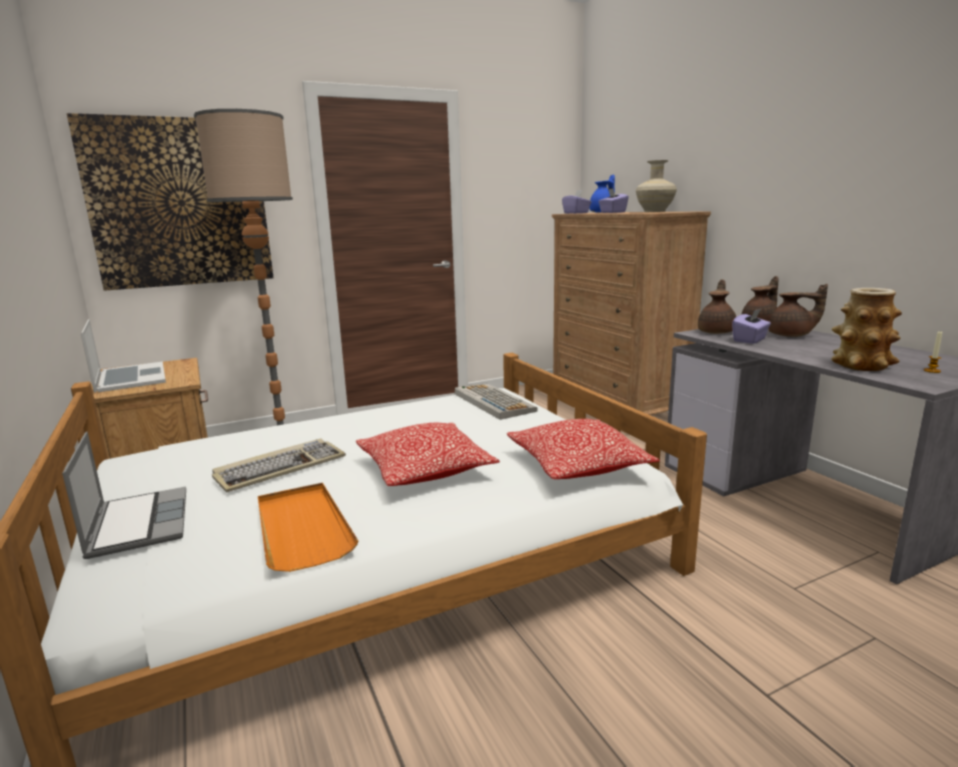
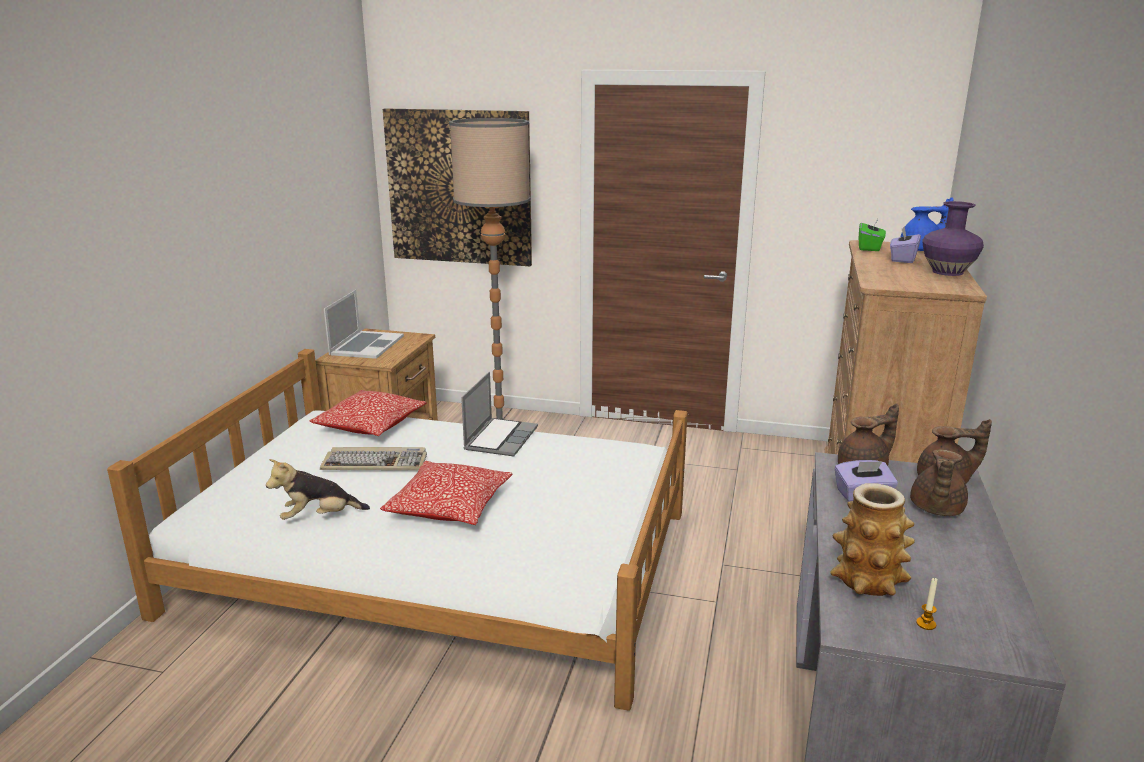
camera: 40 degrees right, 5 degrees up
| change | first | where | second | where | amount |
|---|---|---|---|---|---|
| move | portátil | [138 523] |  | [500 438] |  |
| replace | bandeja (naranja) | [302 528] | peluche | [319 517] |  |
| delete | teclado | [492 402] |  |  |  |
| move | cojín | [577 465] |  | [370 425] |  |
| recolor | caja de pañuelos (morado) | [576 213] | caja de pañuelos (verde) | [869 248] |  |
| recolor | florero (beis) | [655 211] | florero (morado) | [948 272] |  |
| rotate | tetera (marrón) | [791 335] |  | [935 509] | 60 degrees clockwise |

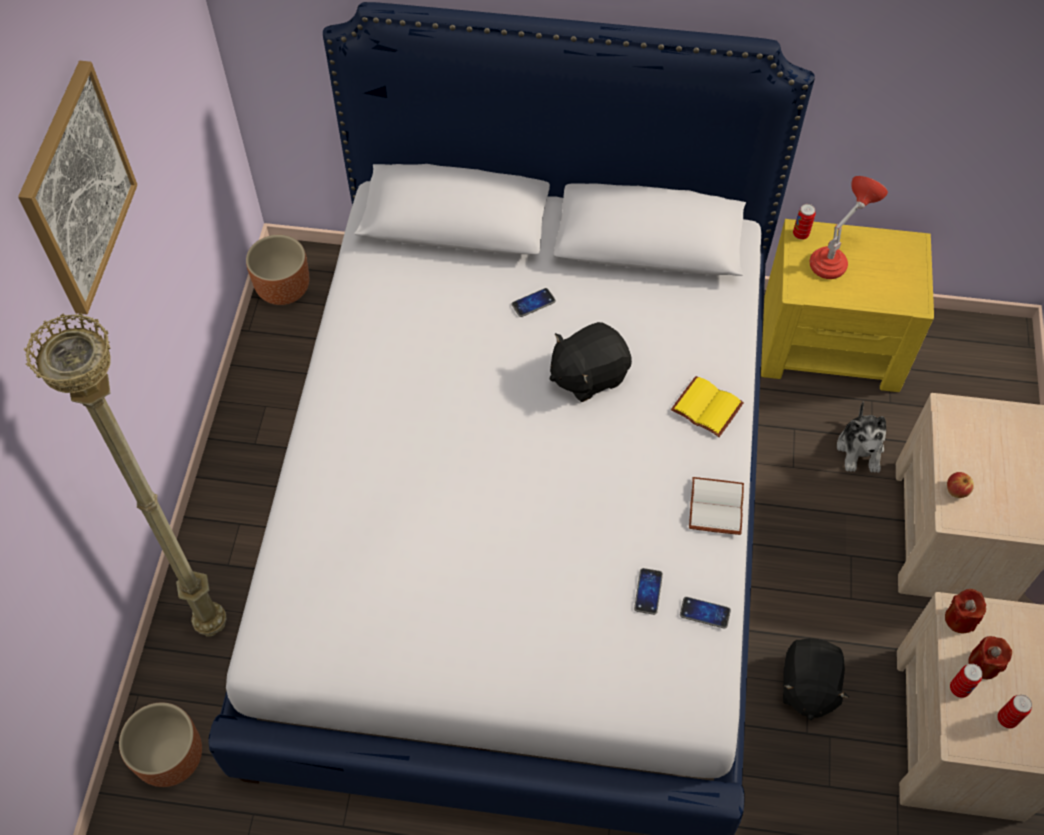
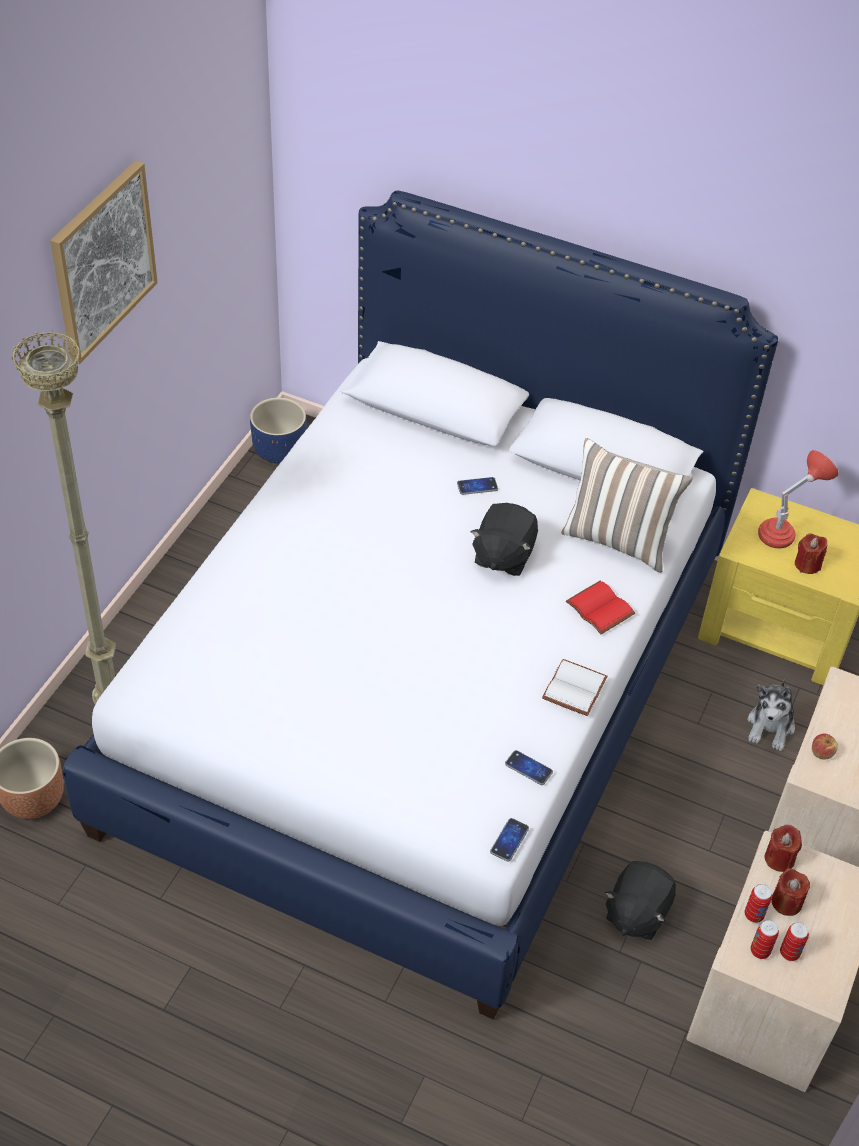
camera: 15 degrees right, 10 degrees down
| change | first | where | second | where | amount |
|---|---|---|---|---|---|
| recolor | maceta (marrón) | [284 288] | maceta (azul) | [280 451] |  |
| rotate | peluche (negro) | [588 375] |  | [502 555] | 60 degrees counterclockwise |
| move | móvil | [648 591] |  | [509 840] |  |
| recolor | libro (amarillo) | [705 408] | libro (rojo) | [598 609] |  |
| move | lata | [800 234] |  | [760 951] |  |
| insert |  |  | cojín | [618 540] |  |
| insert |  |  | vela (rojo) | [807 564] |  |

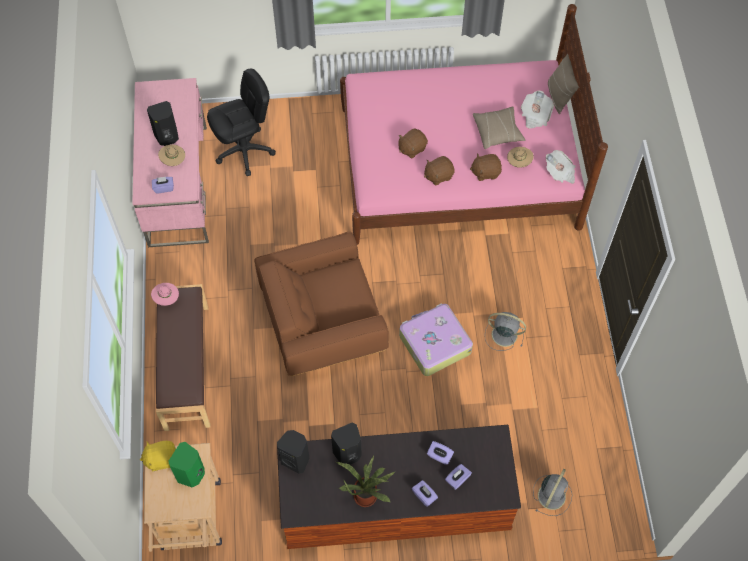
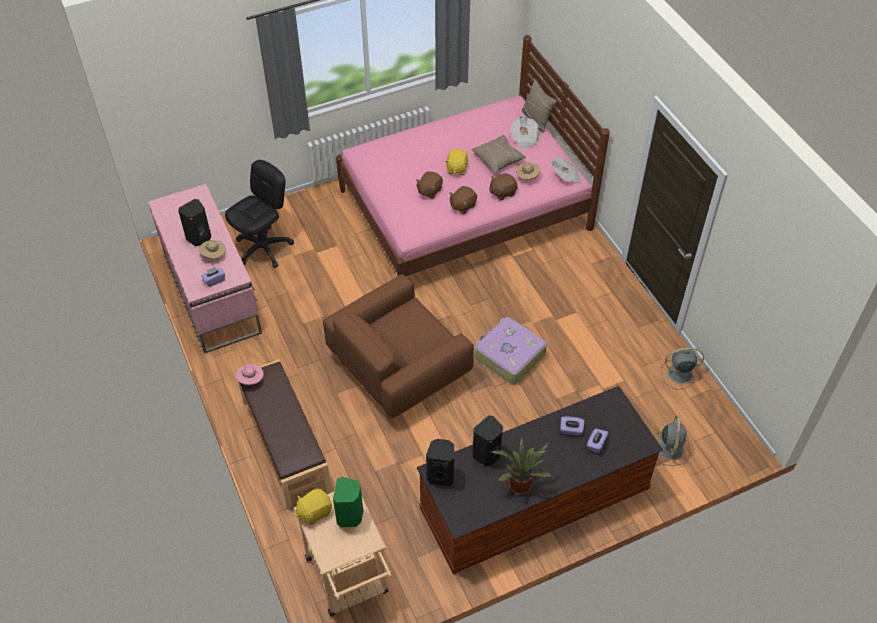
camera: 20 degrees left, 10 degrees down
| change | first | where | second | where | amount |
|---|---|---|---|---|---|
| delete | caja de pañuelos (morado) | [424 496] |  |  |  |
| move | ventilador (gris) | [503 334] |  | [678 374] |  |
| insert |  |  | peluche (amarillo) | [456 168] |  |

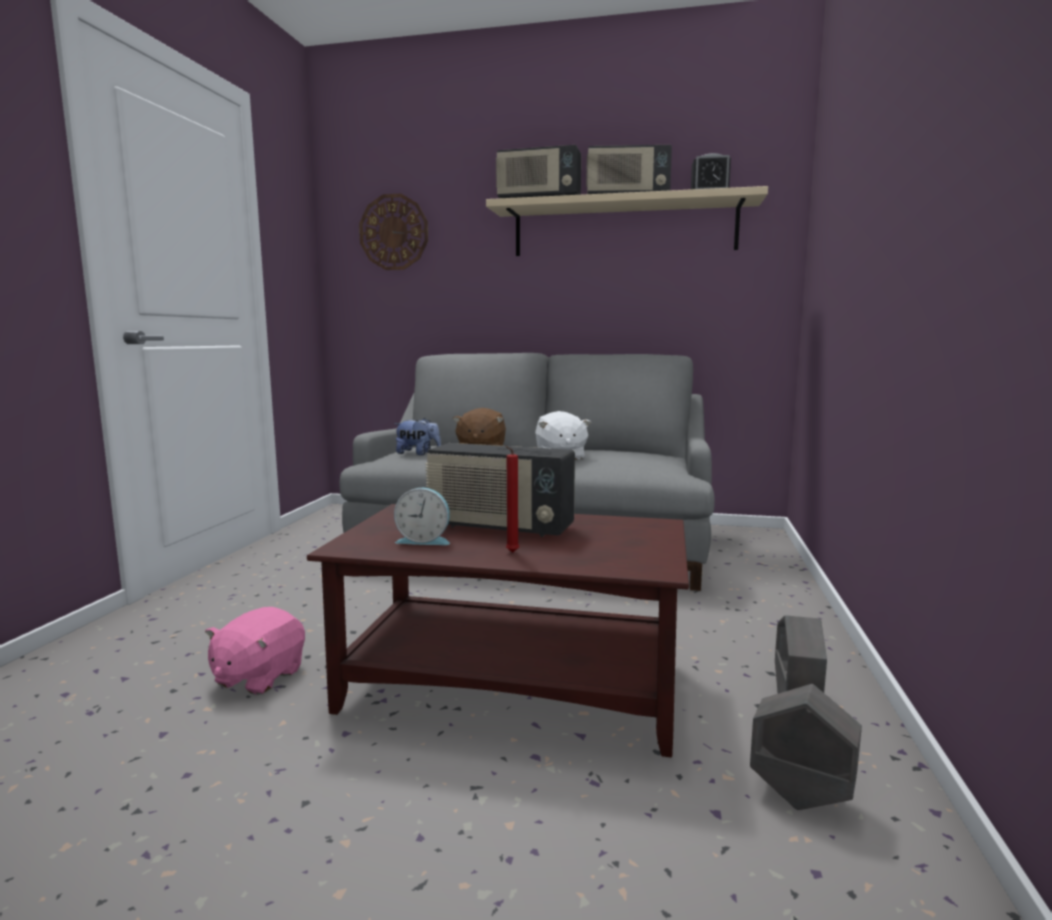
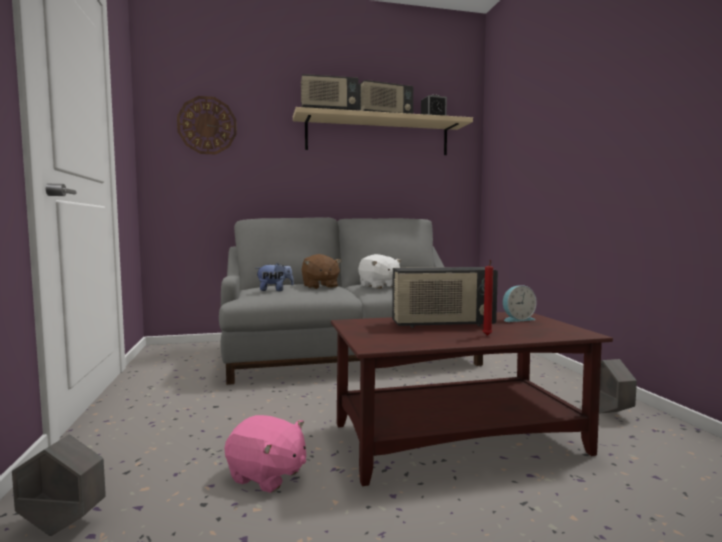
camera: 25 degrees left, 5 degrees down
| change | first | where | second | where | amount |
|---|---|---|---|---|---|
| rotate | peluche (rosa) | [258 677] |  | [267 476] | 60 degrees counterclockwise |
| move | despertador | [424 540] |  | [517 319] |  |
| move | maceta (gris) | [800 797] |  | [62 525] |  |

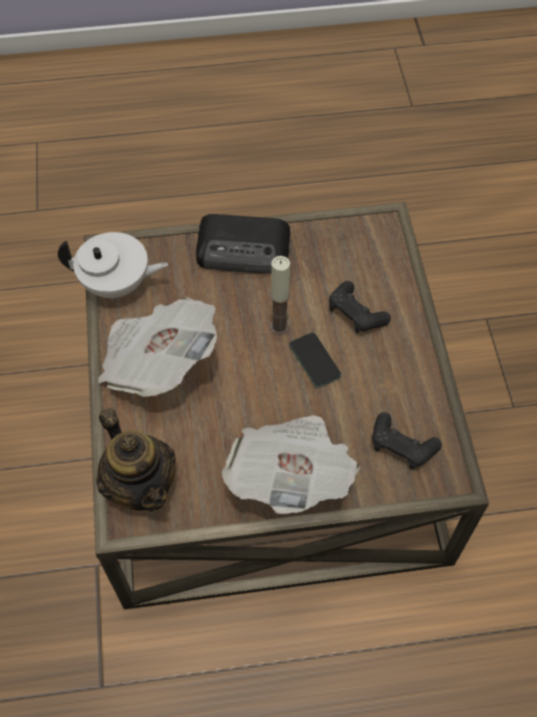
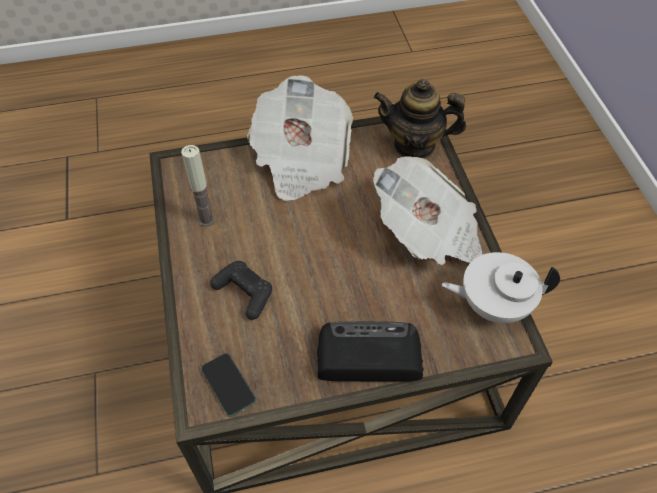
camera: 175 degrees right, 5 degrees down
| change | first | where | second | where | amount |
|---|---|---|---|---|---|
| rotate | tetera | [141 485] |  | [414 145] | 45 degrees counterclockwise |
| move | vela | [279 327] |  | [206 219] |  |
| move | móvil | [315 360] |  | [228 385] |  |
| delete | mando de consola (negro) | [402 446] |  |  |  |

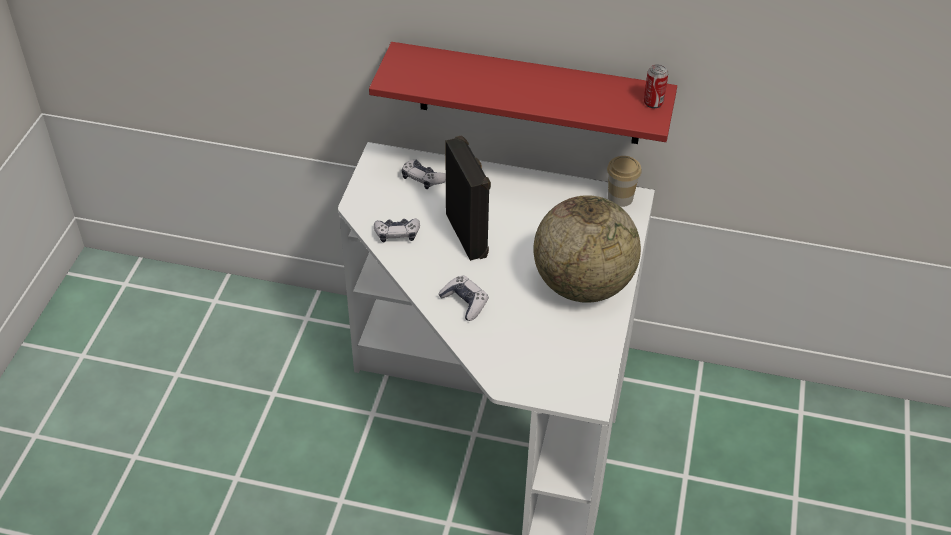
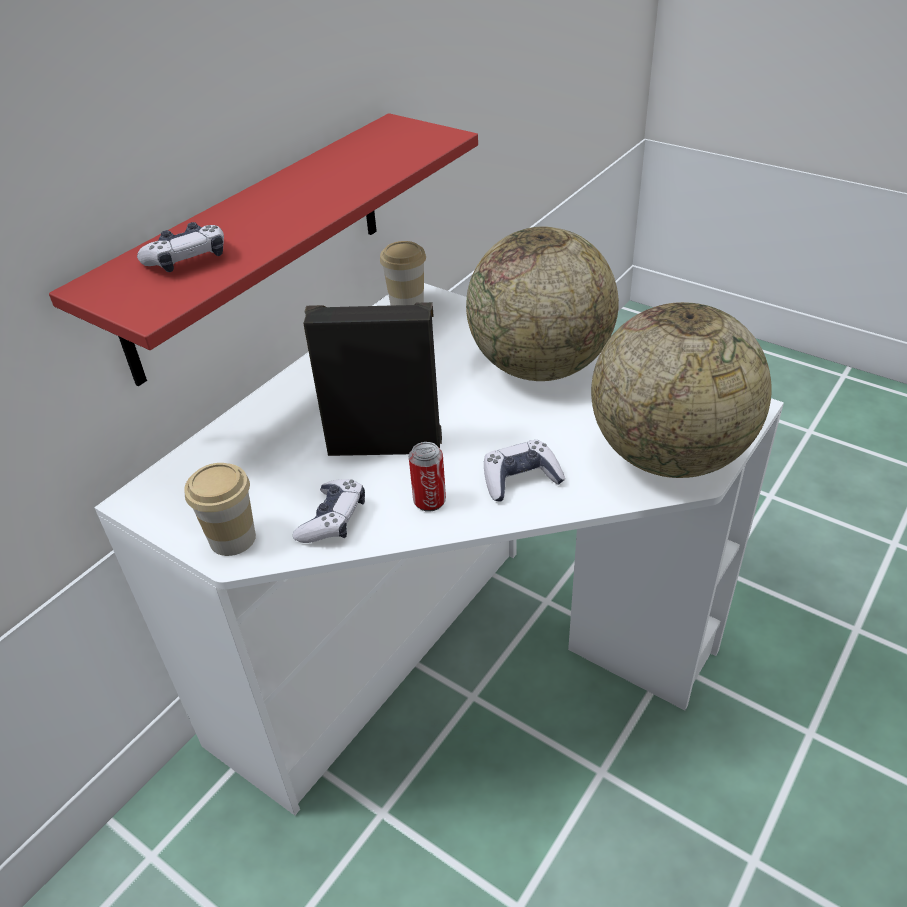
camera: 65 degrees left, 5 degrees down
| change | first | where | second | where | amount |
|---|---|---|---|---|---|
| move | mando de consola | [423 179] |  | [187 260] |  |
| move | lata | [653 102] |  | [429 501] |  |
| insert |  |  | taza | [232 538] |  |
| insert |  |  | globo terráqueo | [668 455] |  |

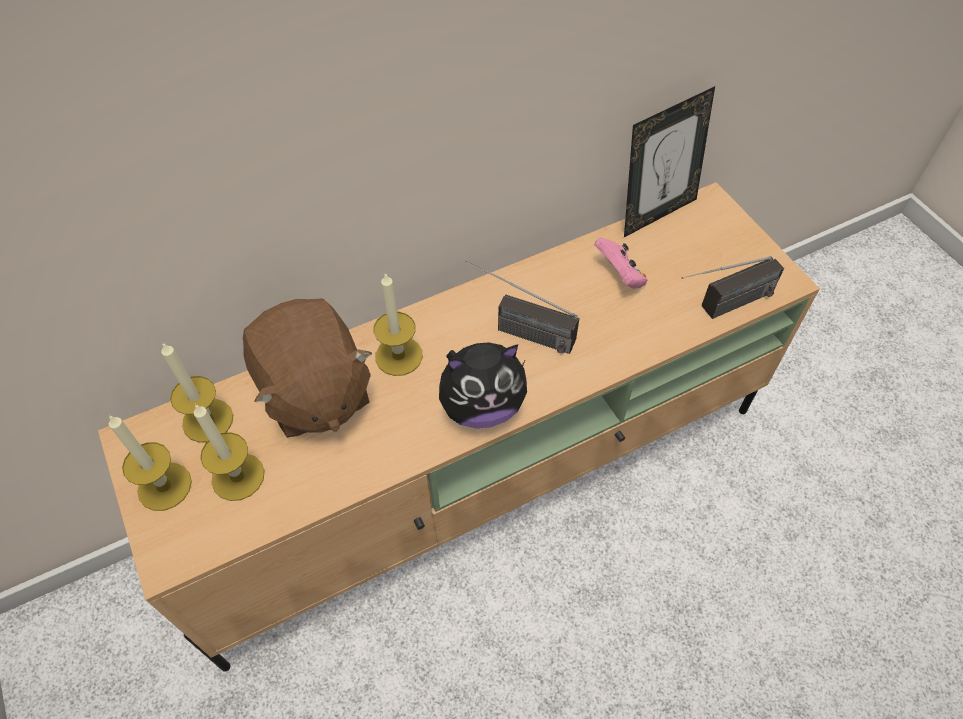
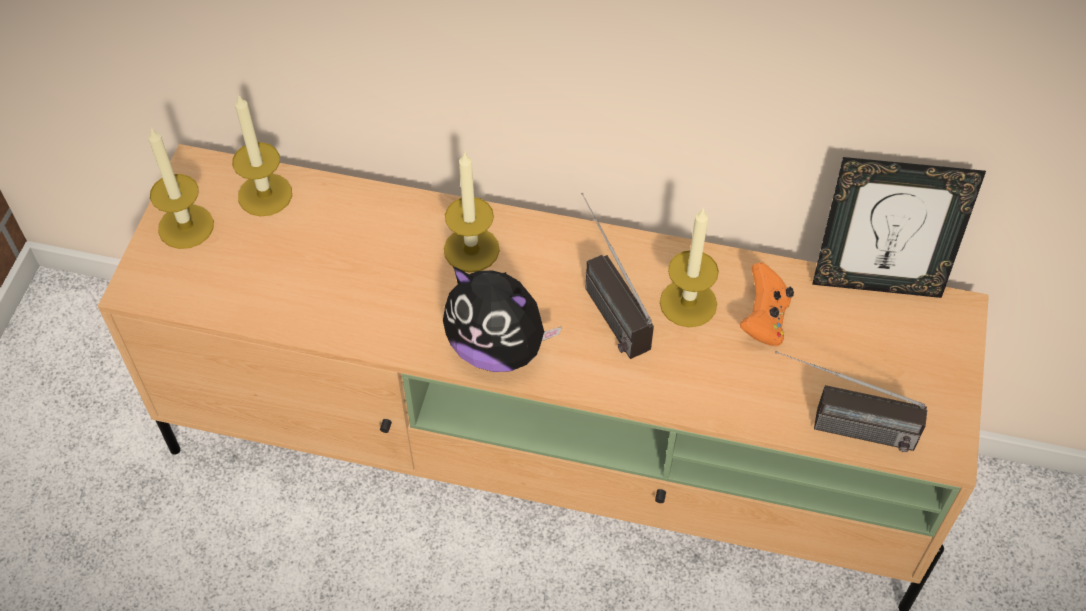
camera: 40 degrees right, 0 degrees up
| change | first | where | second | where | amount |
|---|---|---|---|---|---|
| move | vela | [238 476] |  | [688 303] |  |
| delete | peluche (marrón) | [314 392] |  |  |  |
| recolor | mando de consola (rosa) | [620 276] | mando de consola (naranja) | [764 320] |  |

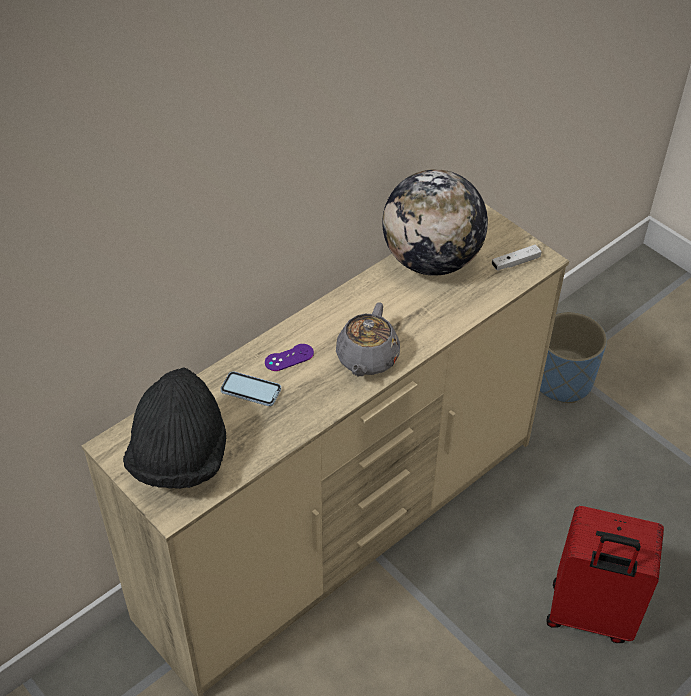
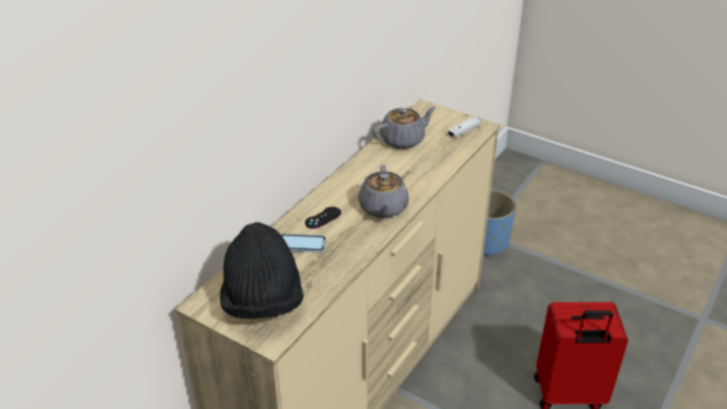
camera: 15 degrees left, 10 degrees down
| change | first | where | second | where | amount |
|---|---|---|---|---|---|
| recolor | mando de consola (morado) | [289 357] | mando de consola (negro) | [323 218] |  |
| replace | globo terráqueo | [431 261] | tetera (gris) | [403 140] |  |

